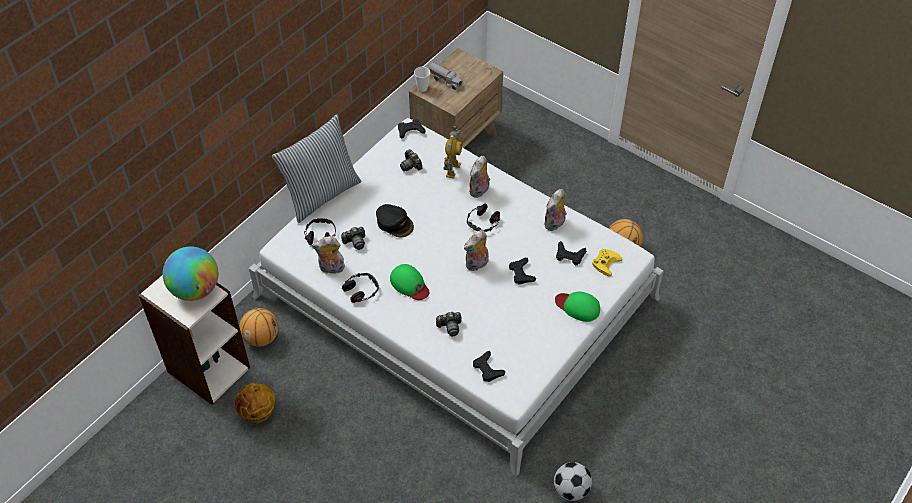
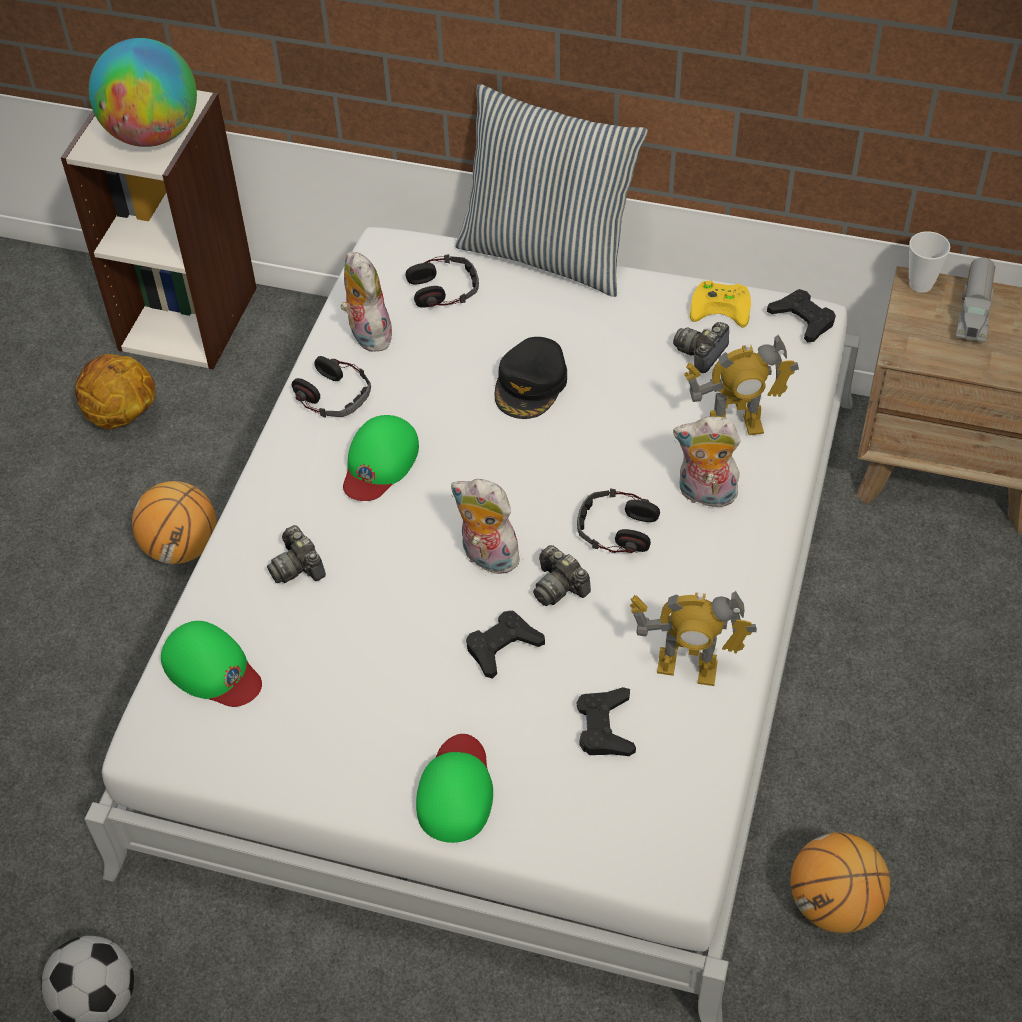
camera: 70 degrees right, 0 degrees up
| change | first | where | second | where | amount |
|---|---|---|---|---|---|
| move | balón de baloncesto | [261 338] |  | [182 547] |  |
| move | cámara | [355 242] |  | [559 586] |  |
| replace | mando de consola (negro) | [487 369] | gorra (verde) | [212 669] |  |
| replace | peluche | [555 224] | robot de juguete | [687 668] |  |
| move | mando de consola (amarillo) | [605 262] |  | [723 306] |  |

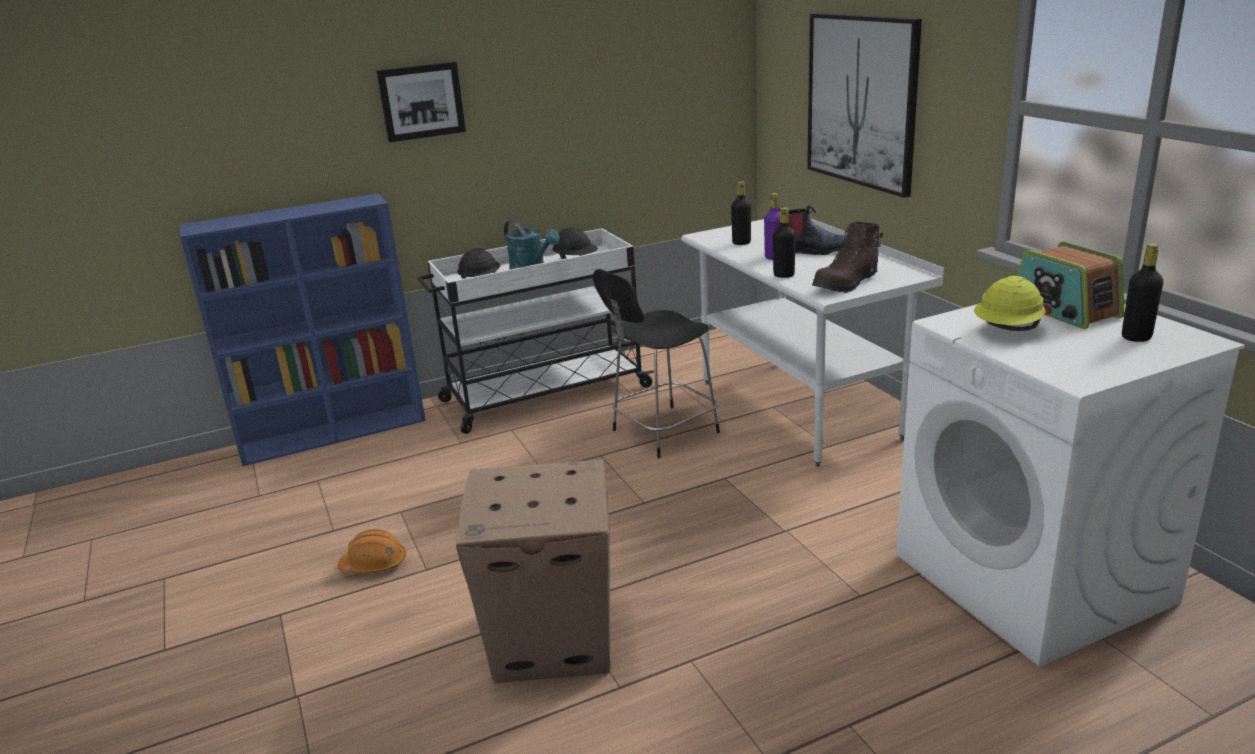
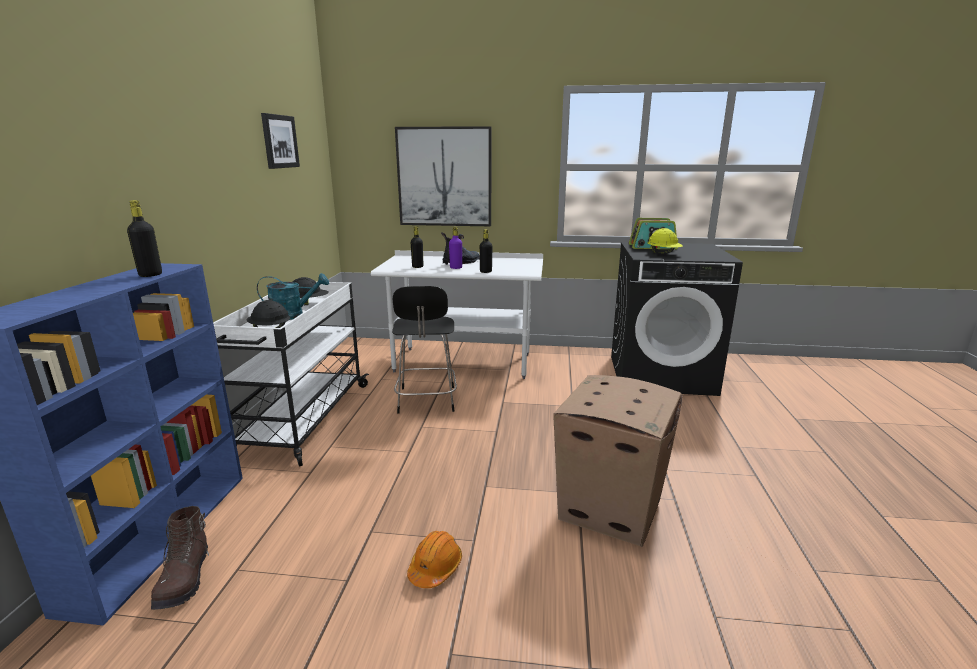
camera: 60 degrees left, 5 degrees down
| change | first | where | second | where | amount |
|---|---|---|---|---|---|
| move | cuadro | [421 101] |  | [279 141] |  |
| move | bota (marrón) | [847 284] |  | [185 579] |  |
| recolor | lavadora (blanco) | [1033 579] | lavadora (negro) | [661 374] |  |
| move | botella (negro) | [1136 337] |  | [150 275] |  |

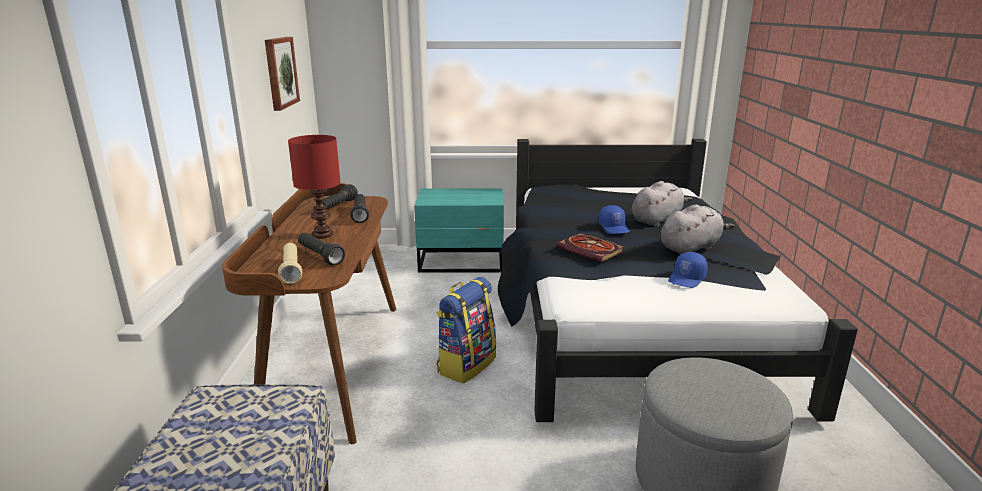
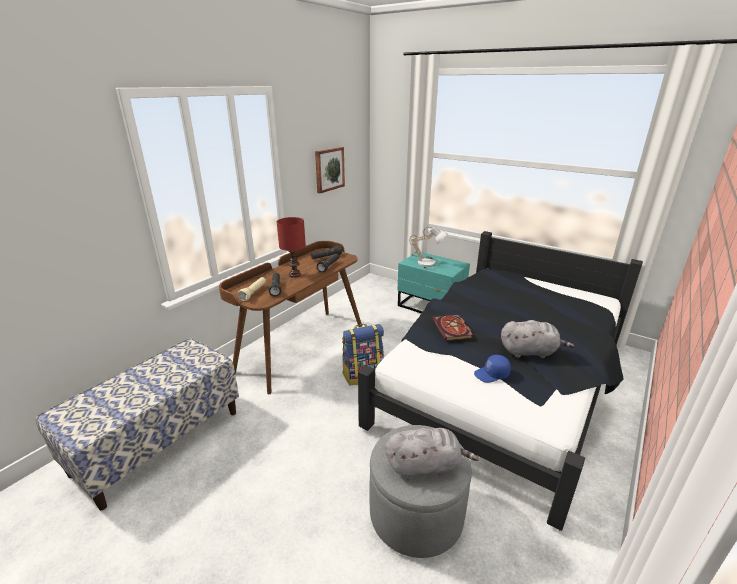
camera: 35 degrees right, 5 degrees up
| change | first | where | second | where | amount |
|---|---|---|---|---|---|
| delete | gorra (azul) | [614 228] |  |  |  |
| move | peluche (gris) | [657 220] |  | [425 466] |  |
| insert |  |  | lámpara de mesa | [428 262] |  |

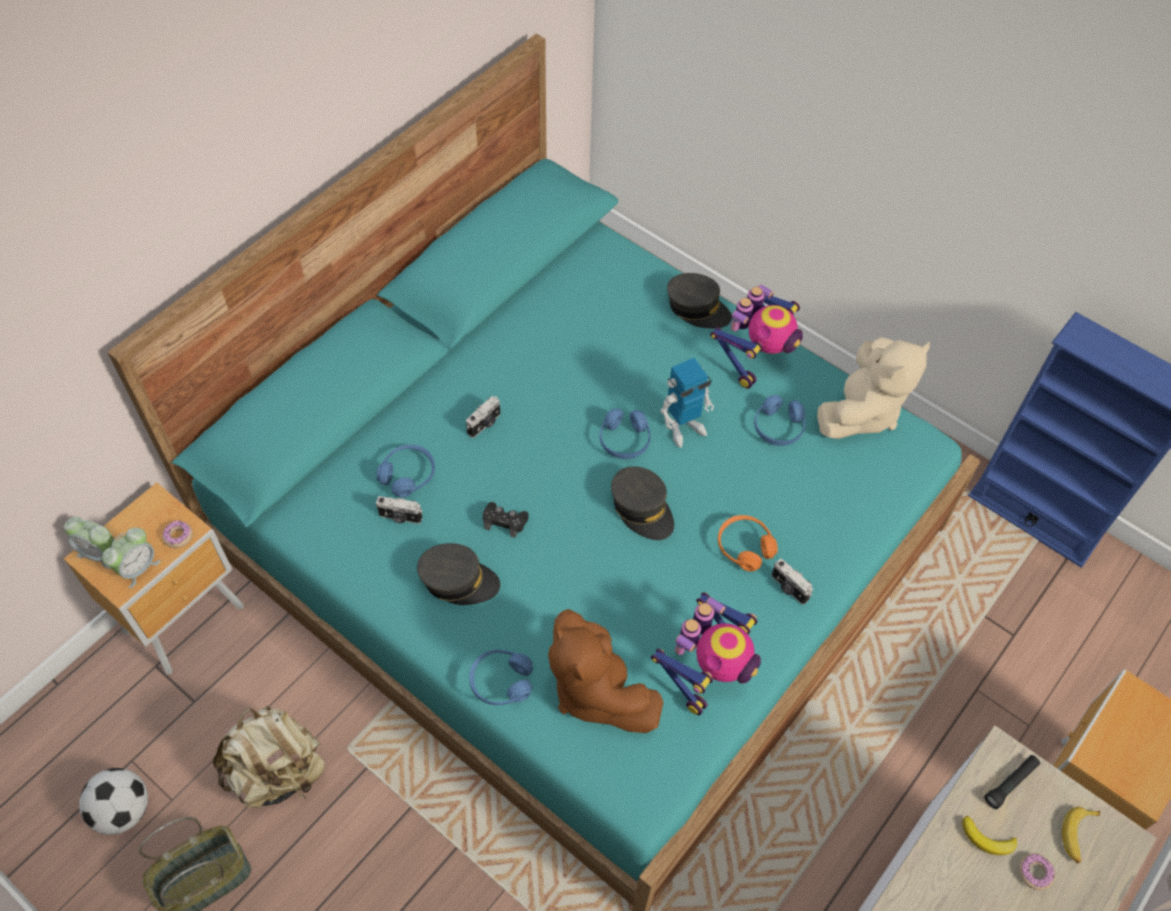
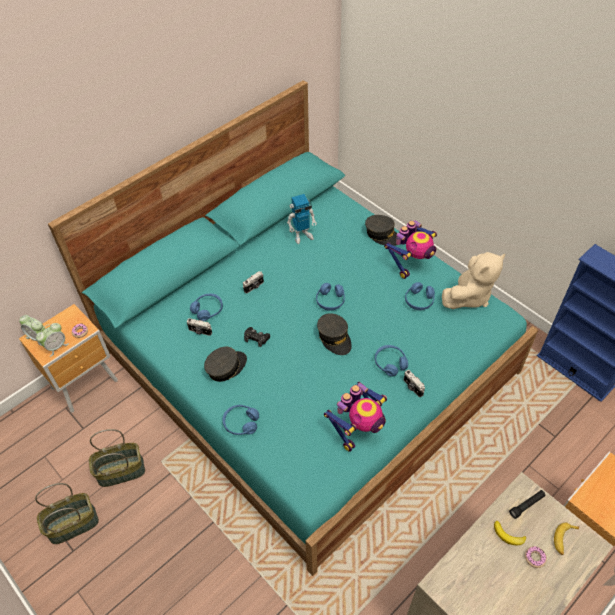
camera: 10 degrees right, 5 degrees down
| change | first | where | second | where | amount |
|---|---|---|---|---|---|
| delete | balón de fútbol | [123 810] |  |  |  |
| replace | mochila (beis) | [277 772] | cesta | [121 470] |  |
| rotate | gorra (gris) | [458 581] |  | [226 367] | 60 degrees counterclockwise |
| delete | peluche (marrón) | [595 689] |  |  |  |
| move | robot de juguete | [684 428] |  | [302 235] |  |
| recolor | auriculares (naranja) | [744 547] | auriculares (azul) | [390 363] |  |

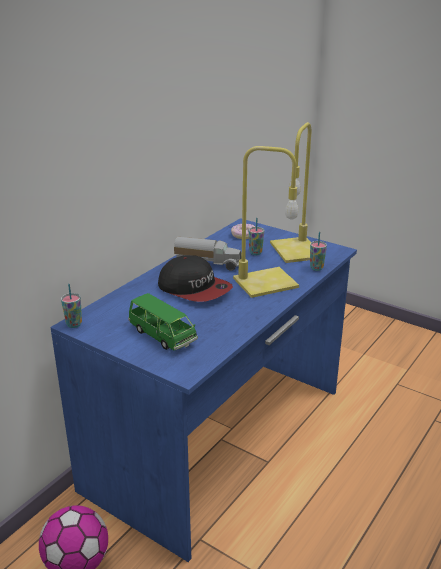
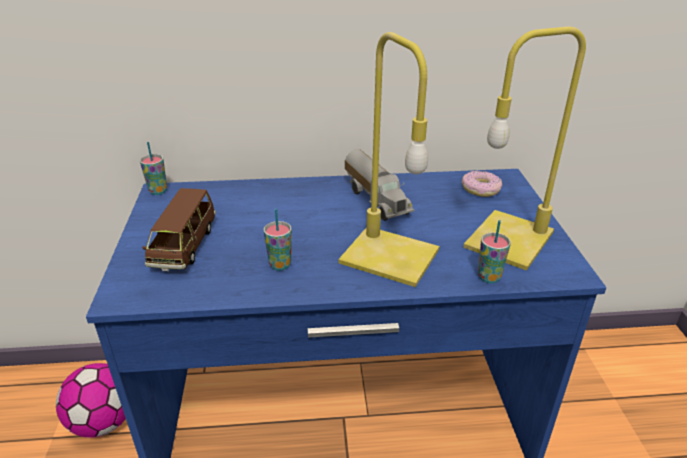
camera: 50 degrees right, 5 degrees up
| change | first | where | second | where | amount |
|---|---|---|---|---|---|
| recolor | coche de juguete (verde) | [162 336] | coche de juguete (marrón) | [184 246] |  |
| delete | gorra | [194 289] |  |  |  |
| move | taza | [255 253] |  | [280 265] |  |

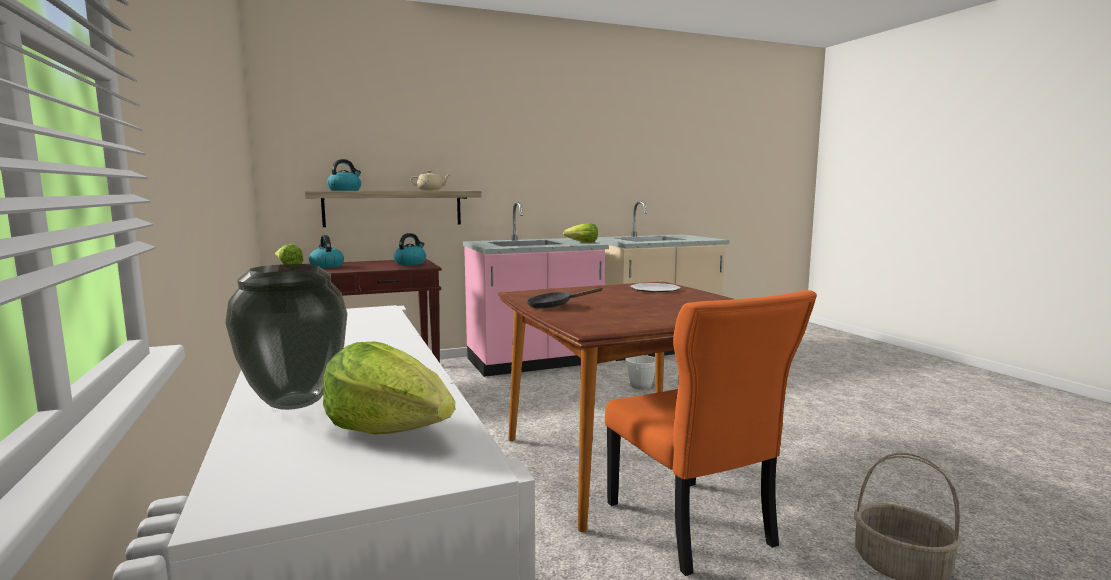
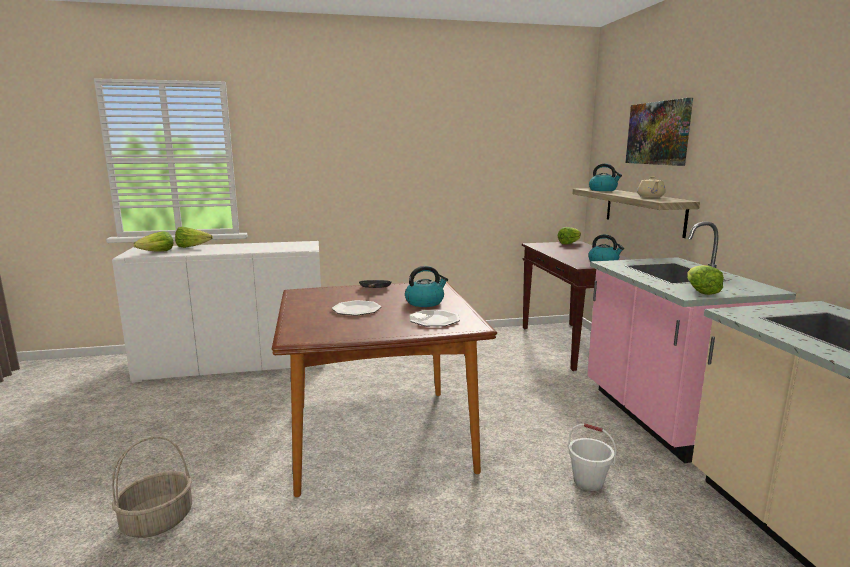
camera: 100 degrees right, 5 degrees up
| change | first | where | second | where | amount |
|---|---|---|---|---|---|
| replace | florero | [293 403] | lechuga | [192 247] |  |
| move | hervidor | [326 266] |  | [425 302] |  |
| delete | silla (naranja) | [692 527] |  |  |  |
| insert |  |  | plato | [356 309] |  |
| insert |  |  | cuadro | [658 133] |  |

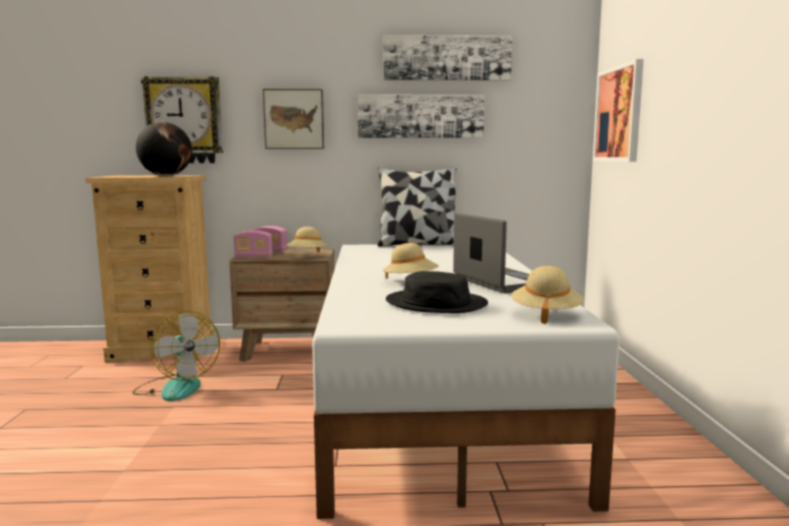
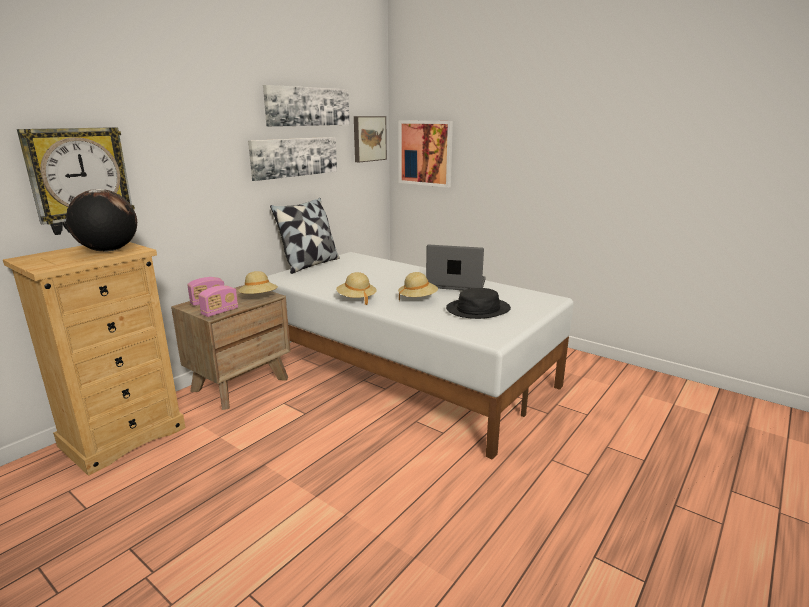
camera: 50 degrees left, 10 degrees up
| change | first | where | second | where | amount |
|---|---|---|---|---|---|
| delete | ventilador | [176 387] |  |  |  |
| move | cuadro | [294 119] |  | [368 138] |  |
| move | sombrero (beis) | [545 314] |  | [356 299] |  |

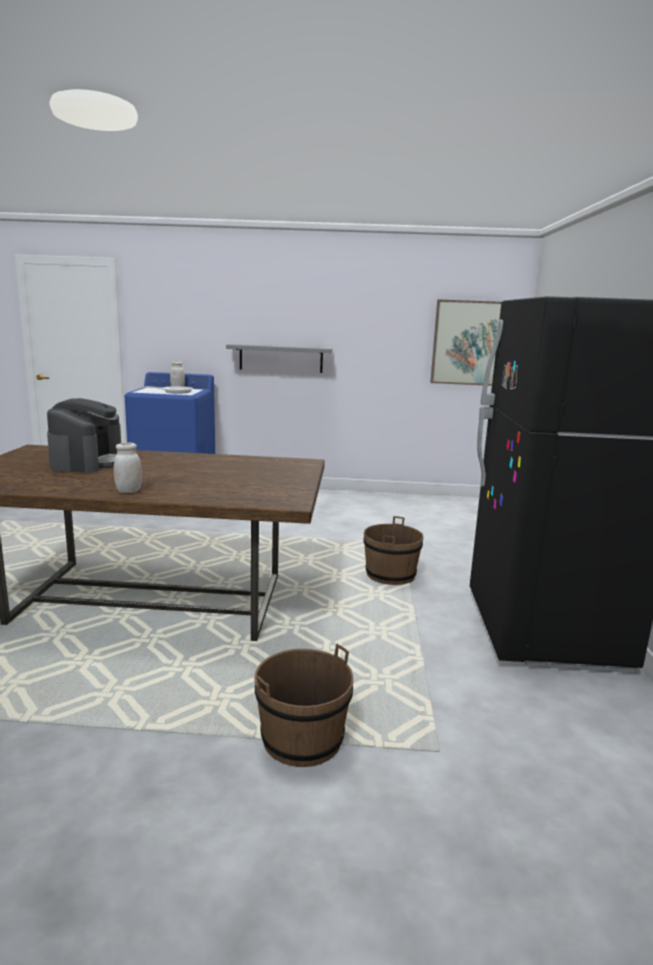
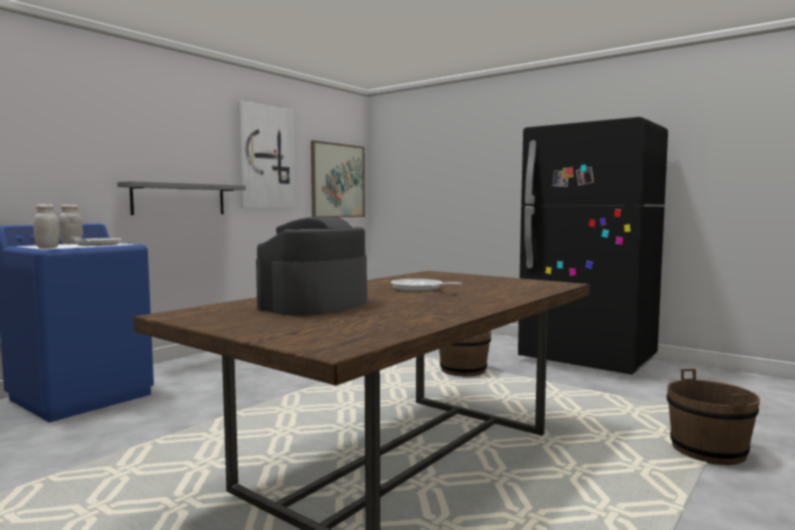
camera: 55 degrees left, 10 degrees down
| change | first | where | second | where | amount |
|---|---|---|---|---|---|
| rotate | cafetera | [88 462] |  | [314 305] | 90 degrees counterclockwise |
| move | tarro (blanco) | [128 491] |  | [47 248] |  |
| insert |  |  | cuadro | [265 157] |  |
| insert |  |  | sartén | [419 289] |  |

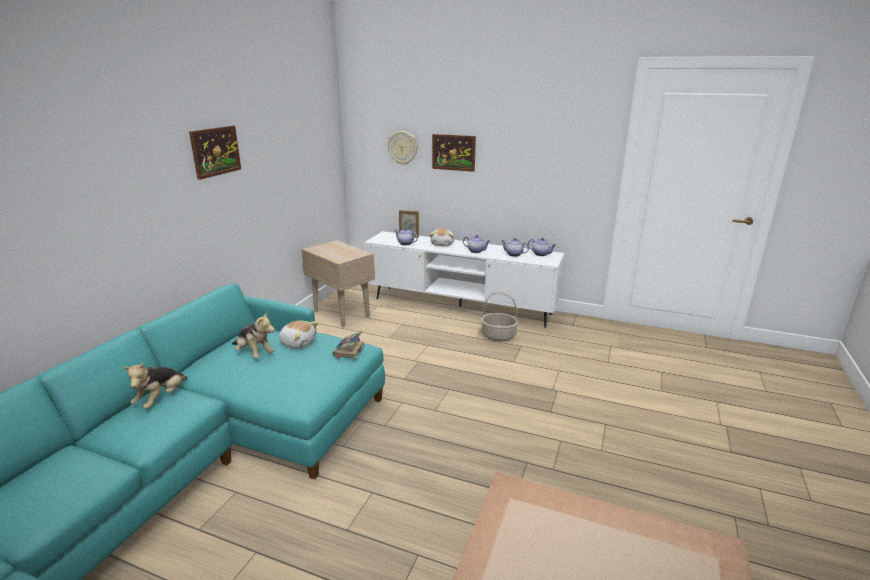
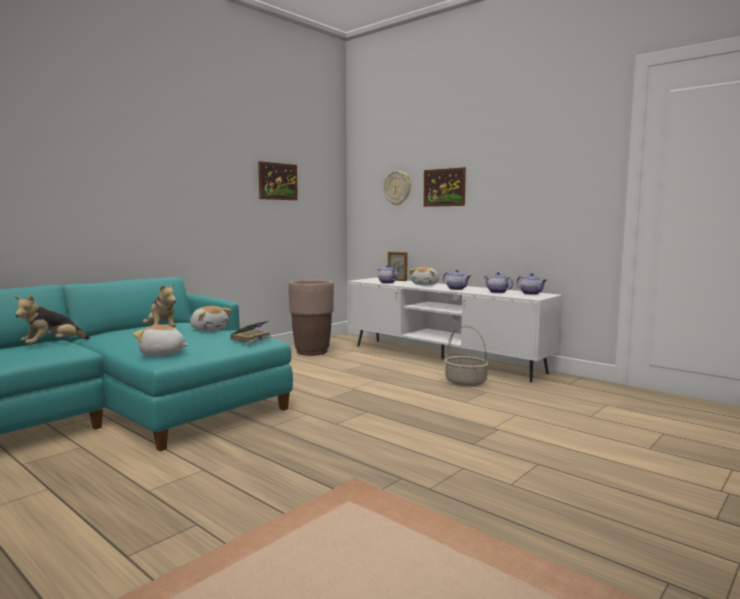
camera: 20 degrees right, 15 degrees down
| change | first | where | second | where | amount |
|---|---|---|---|---|---|
| move | cuadro | [215 151] |  | [277 181] |  |
| replace | mesa auxiliar (beis) | [341 313] | maceta (marrón) | [312 352] |  |
| insert |  |  | peluche | [162 353] |  |

